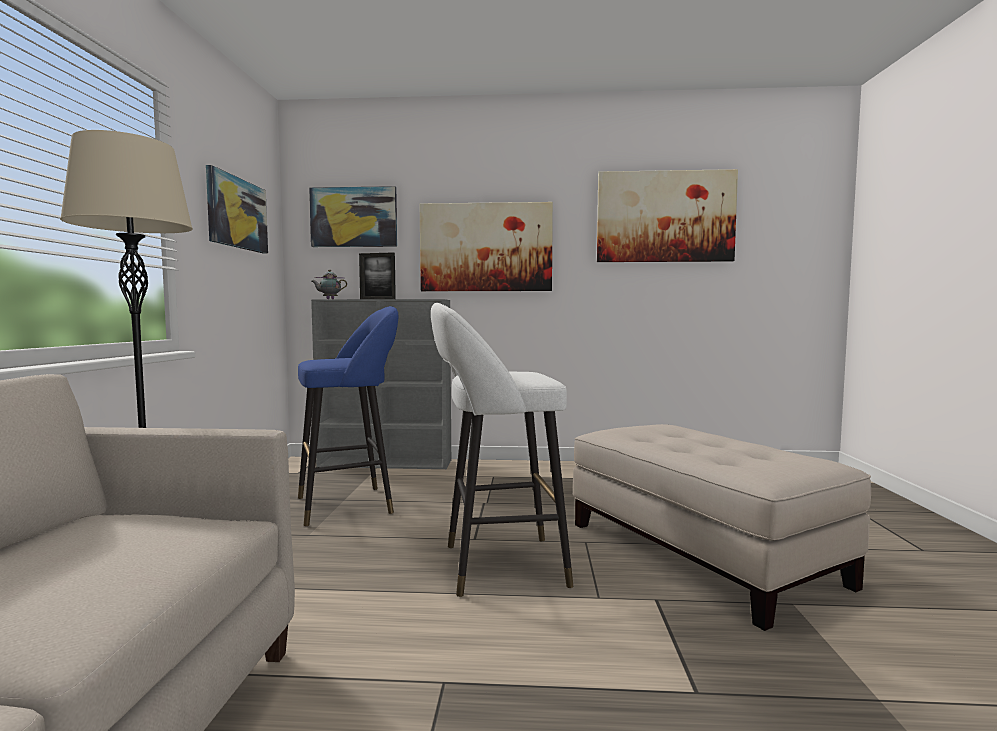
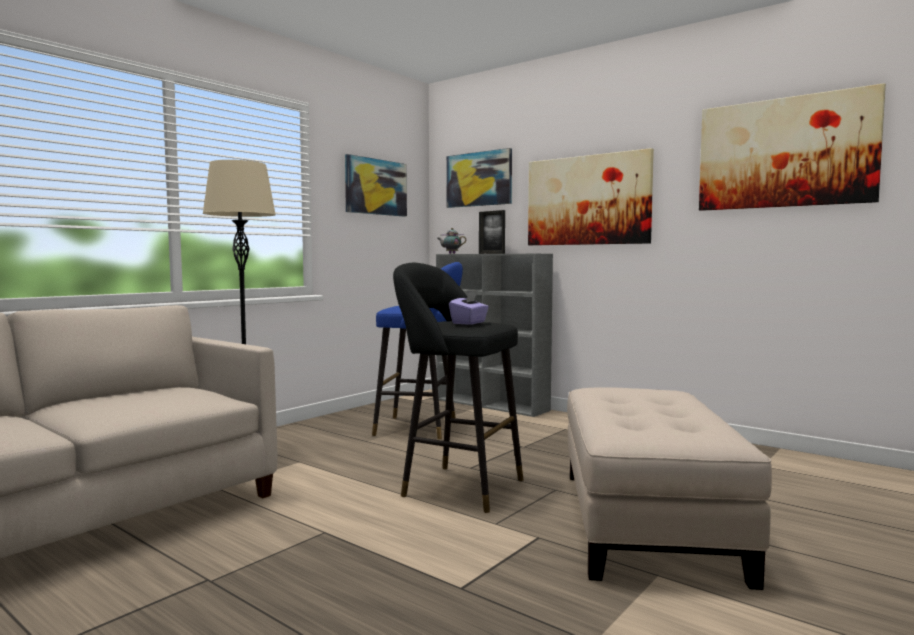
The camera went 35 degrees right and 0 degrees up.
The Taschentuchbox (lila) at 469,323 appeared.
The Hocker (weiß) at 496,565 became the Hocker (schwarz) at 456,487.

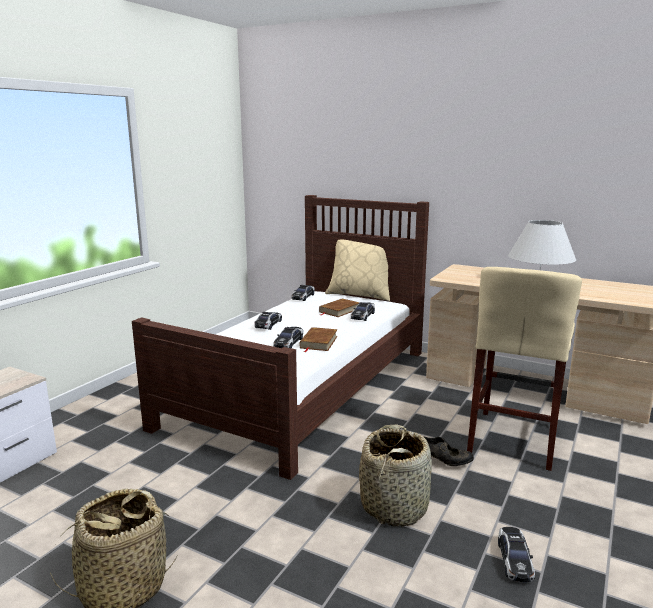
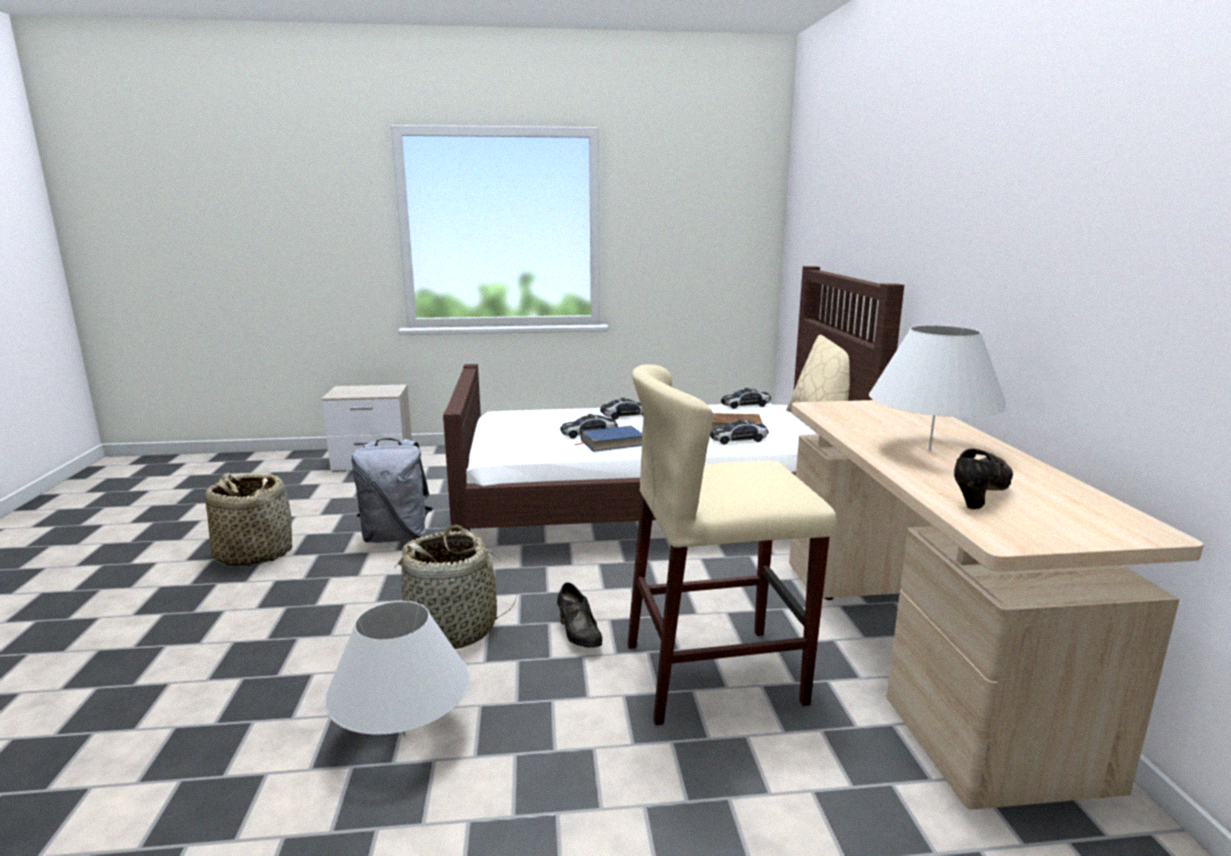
The camera went 55 degrees right and 0 degrees up.
The Rucksack (grau) at 397,537 appeared.
The Schuh (schwarz) at 979,495 appeared.
The Spielzeugauto at 514,560 was replaced by the Tischlampe (weiß) at 404,736.
The Buch (braun) at 318,342 became the Buch (blau) at 612,443.

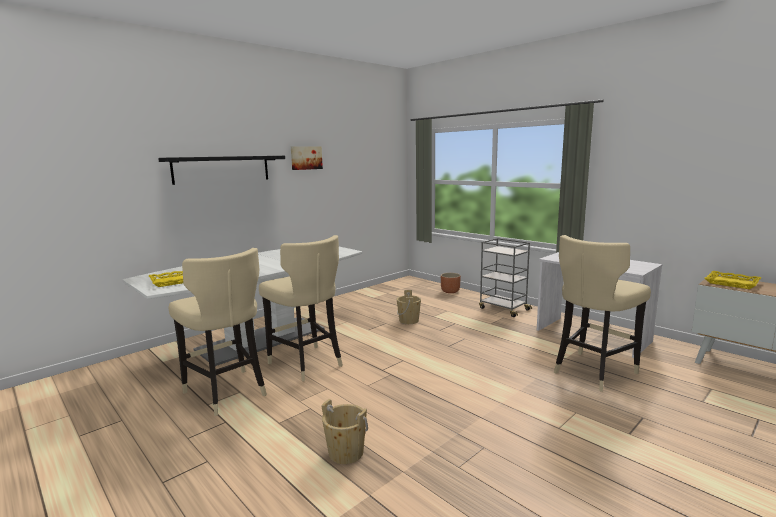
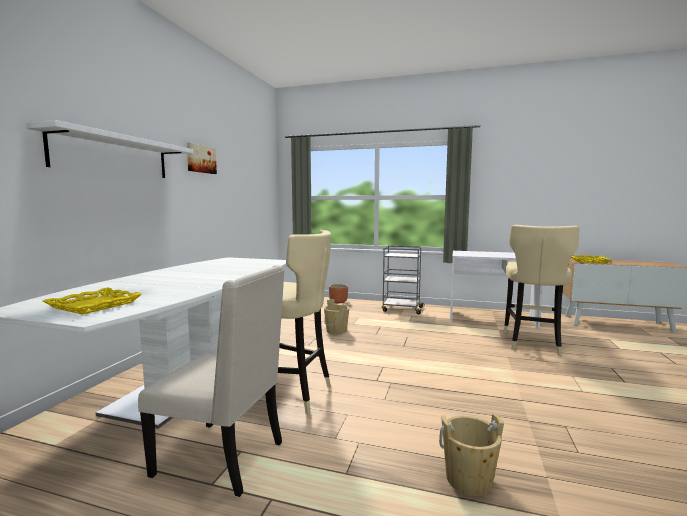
The camera went 30 degrees left and 5 degrees down.
The Hocker (beige) at 227,393 was replaced by the Stuhl (beige) at 223,458.
The Wandregal (schwarz) at 222,169 became the Wandregal (weiß) at 113,156.

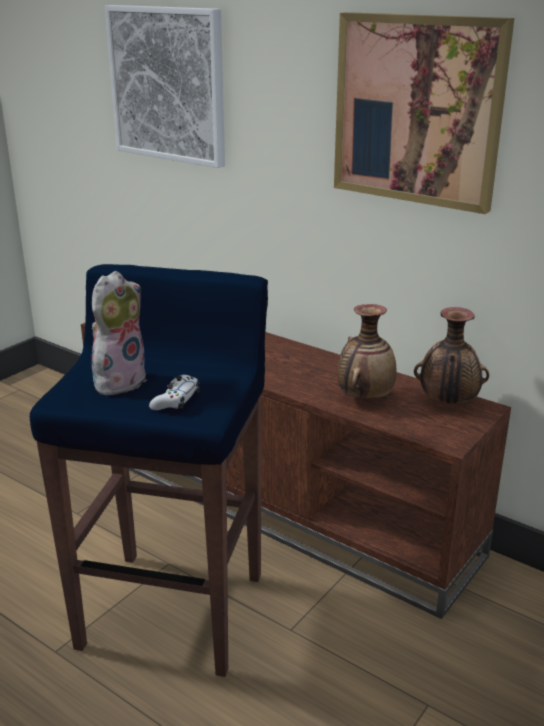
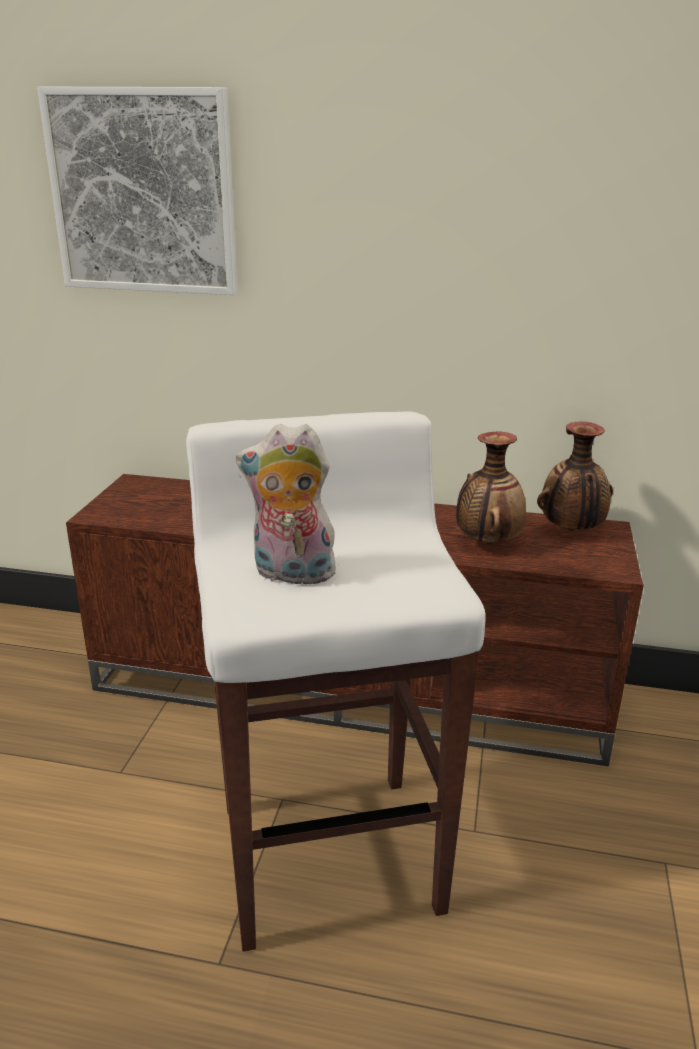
The camera went 25 degrees left and 0 degrees up.
The Gamepad (weiß) at 176,400 disappeared.
The Bild at 417,110 disappeared.
The Hocker (blau) at 174,608 became the Hocker (weiß) at 329,852.
The Plüschtier at 119,381 turned 90 degrees counterclockwise.

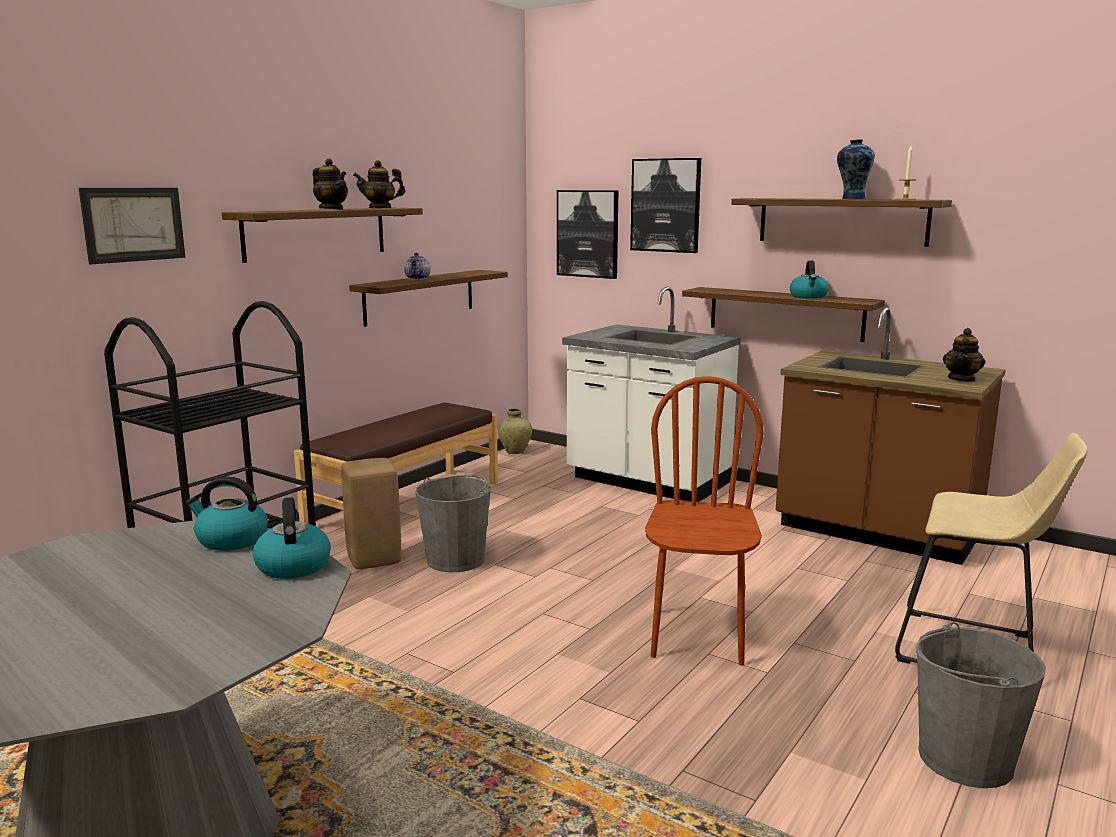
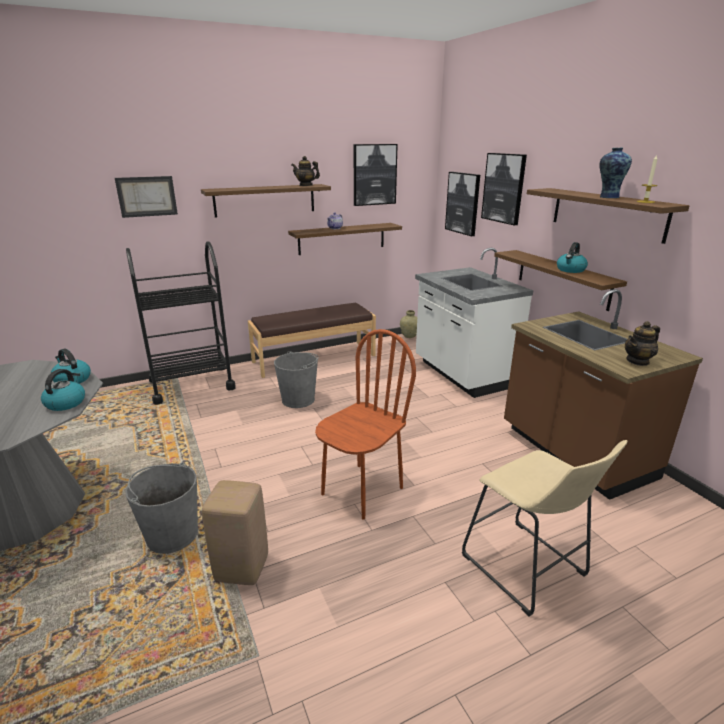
The camera went 30 degrees right and 10 degrees up.
The Teekanne at 331,209 disappeared.
The Bild at 374,174 appeared.
The Hocker (beige) moved from 375,559 to 243,567.
The Eimer (grau) moved from 964,759 to 172,535.

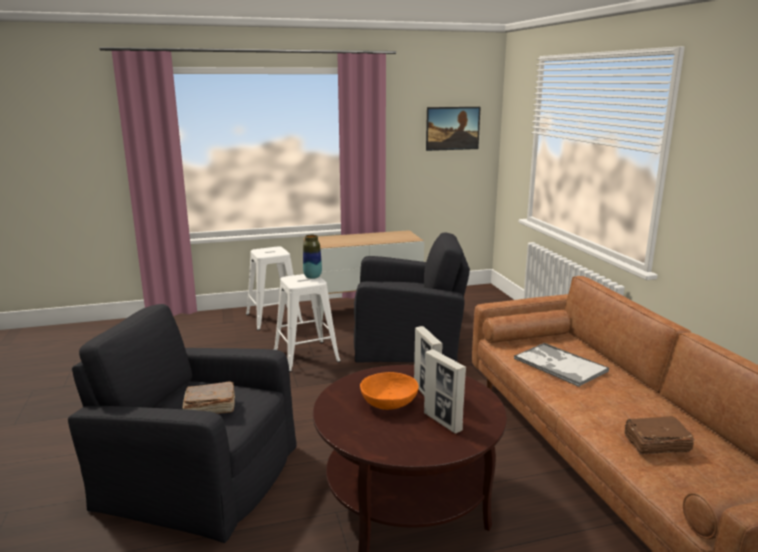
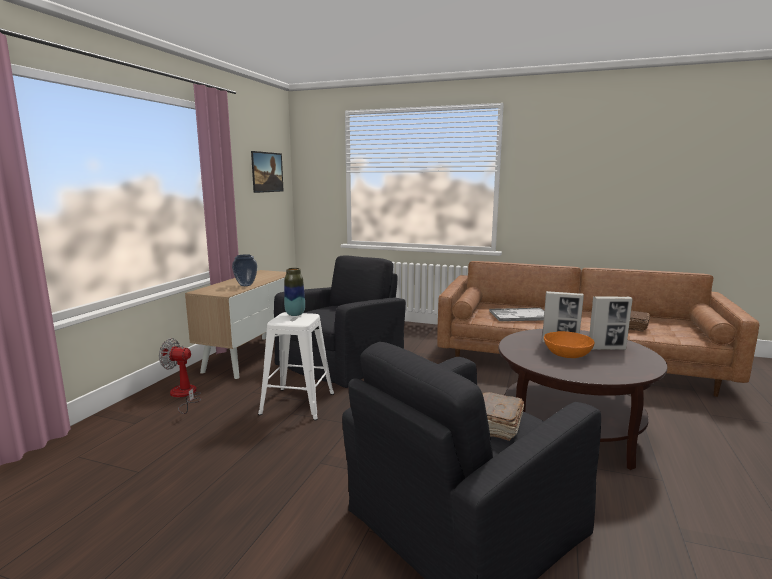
The camera went 55 degrees left and 5 degrees down.
The Vase at 246,285 appeared.
The Hocker (weiß) at 273,318 was replaced by the Ventilator at 184,395.

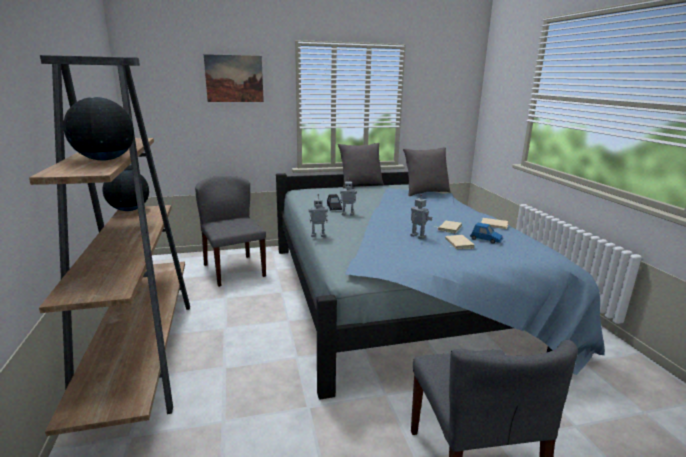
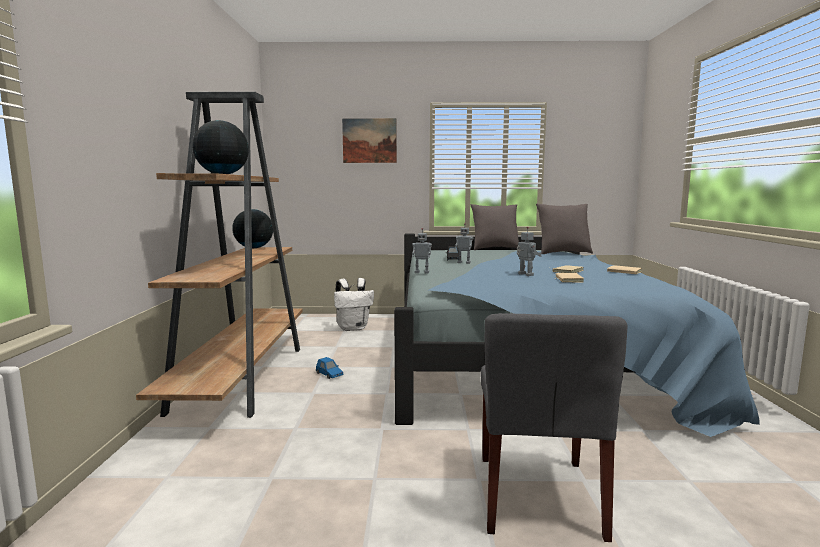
The camera went 15 degrees right and 10 degrees down.
The Spielzeugauto (blau) moved from 486,239 to 329,374.
The Stuhl (grau) at 233,270 was replaced by the Rucksack (weiß) at 353,328.

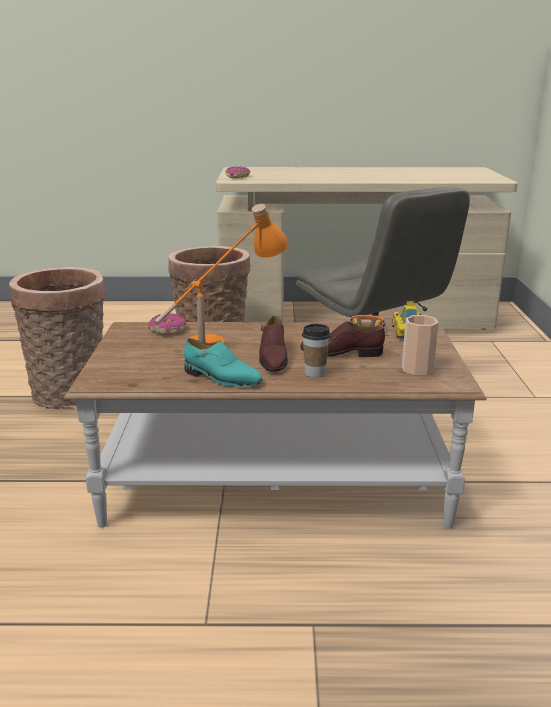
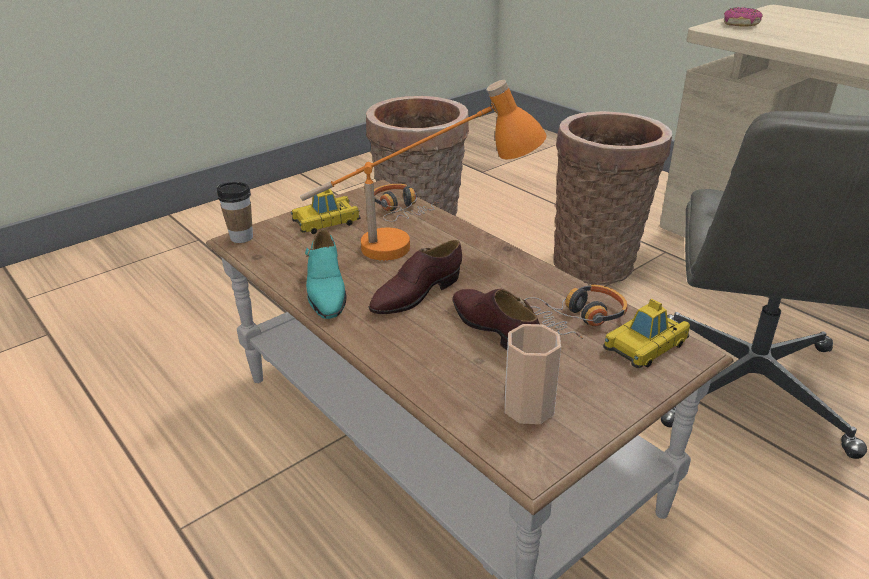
The camera went 50 degrees right and 10 degrees up.
The Spielzeugauto at 326,222 appeared.
The Tasse moved from 315,373 to 241,237.
The Donut at 168,330 was replaced by the Kopfhörer at 401,210.

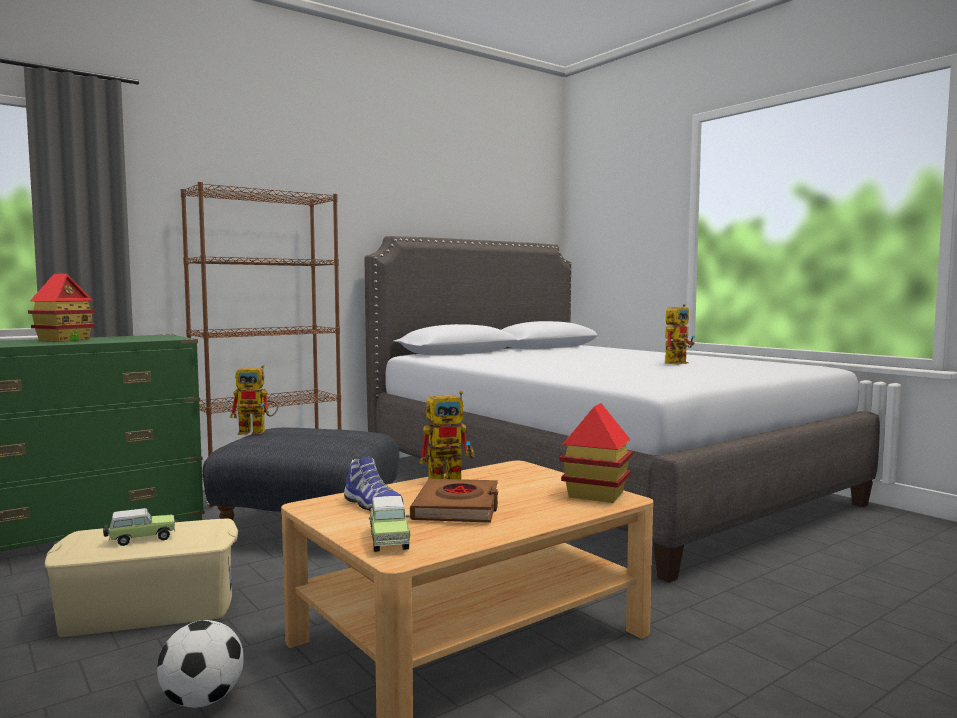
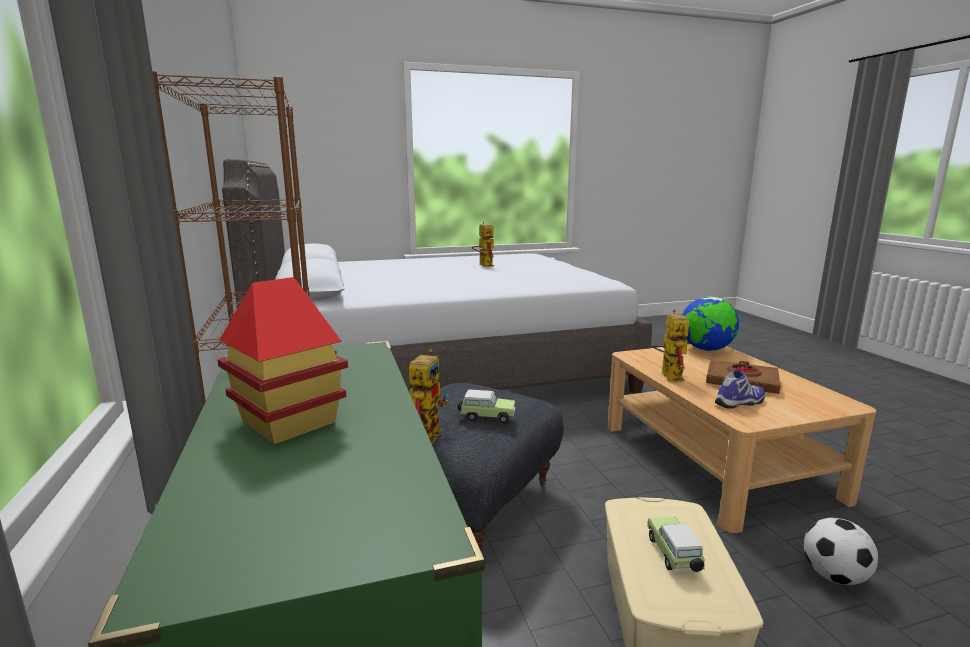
The camera went 70 degrees left and 10 degrees up.
The Spielzeugauto moved from 389,540 to 486,417.
The Spielzeughaus at 595,494 was replaced by the Globus at 706,349.

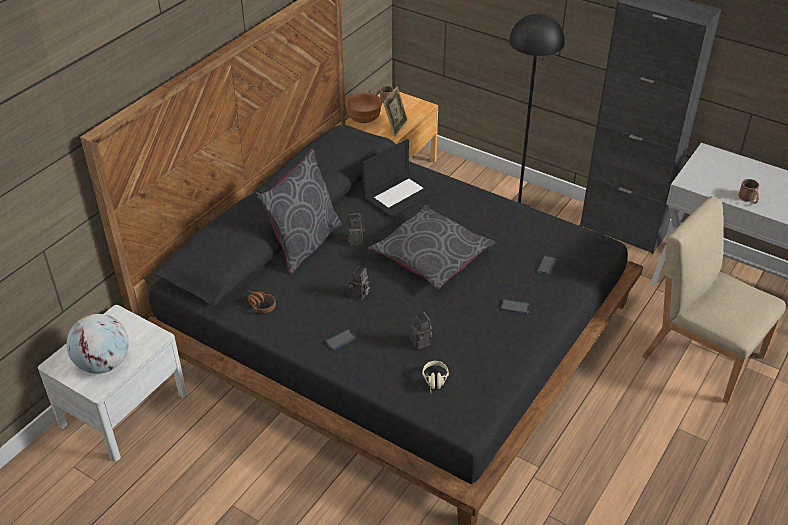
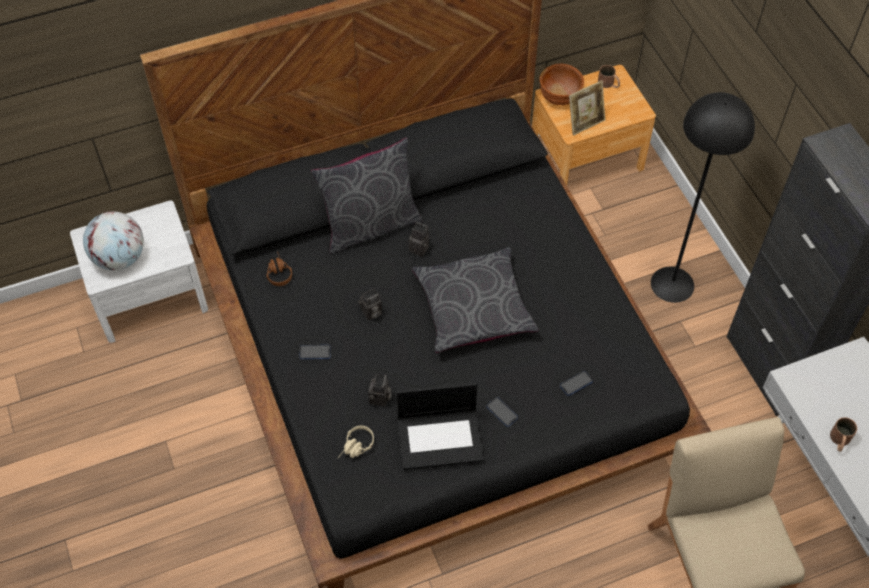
The camera went 35 degrees right and 15 degrees up.
The Laptop moved from 399,195 to 441,438.

